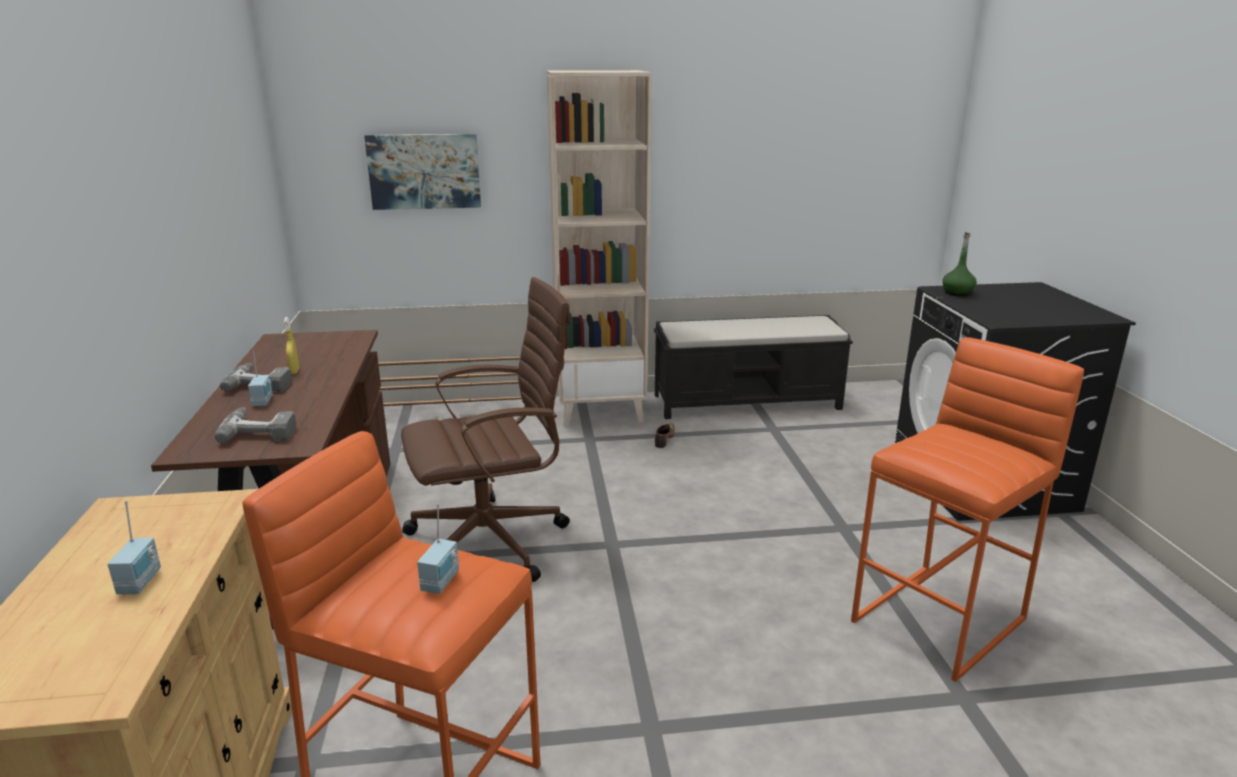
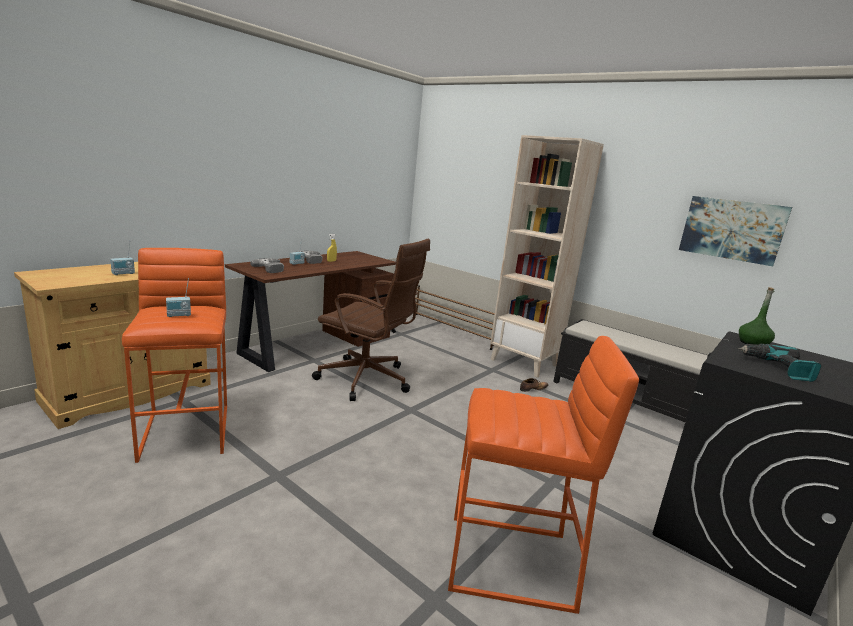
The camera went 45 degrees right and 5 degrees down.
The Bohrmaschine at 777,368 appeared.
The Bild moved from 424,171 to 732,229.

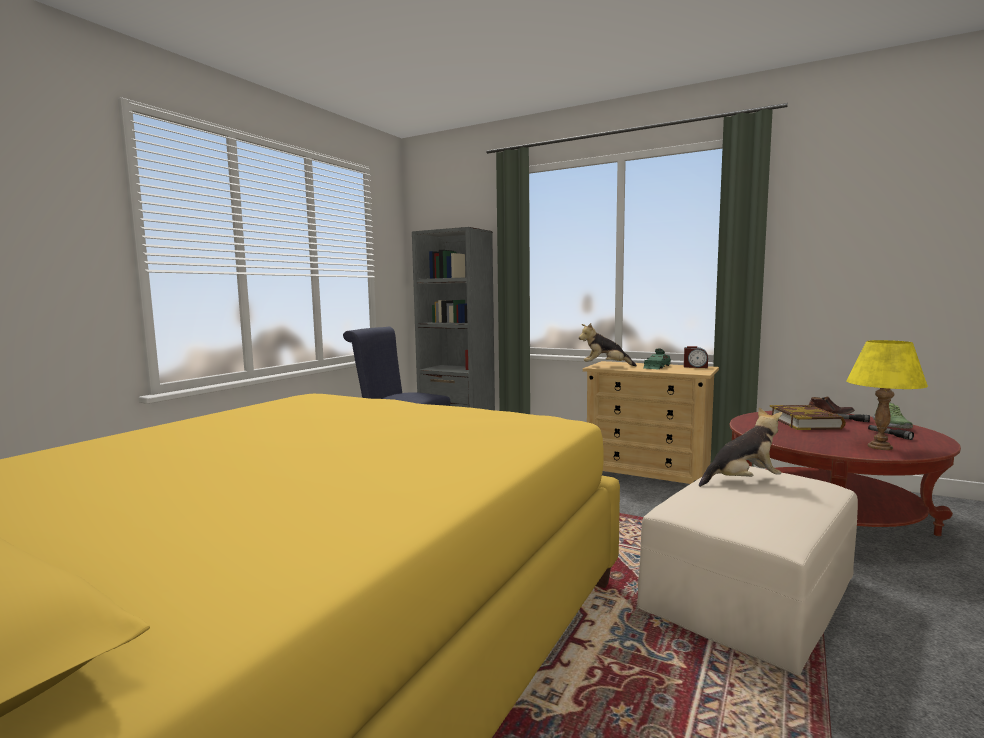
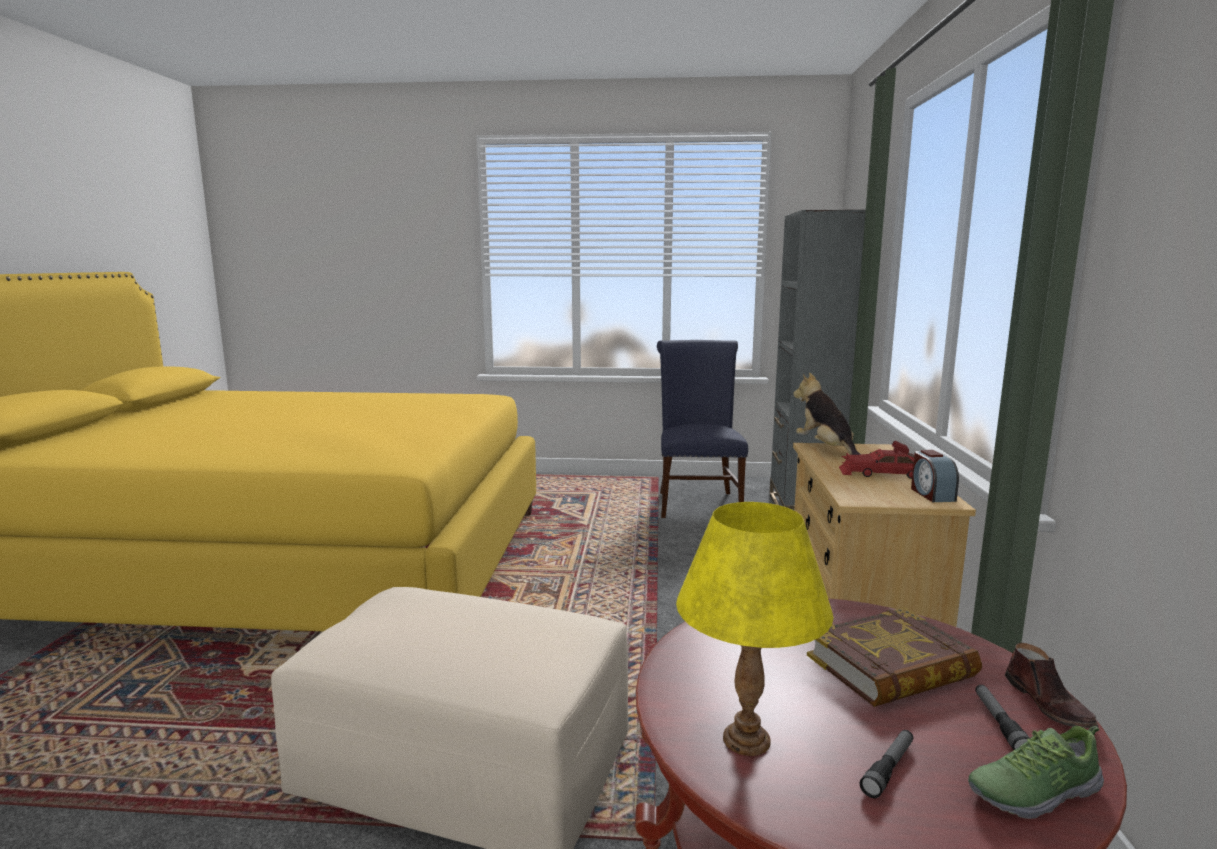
The camera went 65 degrees right and 5 degrees up.
The Plüschtier at 742,481 disappeared.
The Spielzeugauto (grün) at 657,367 became the Spielzeugauto (rot) at 881,473.

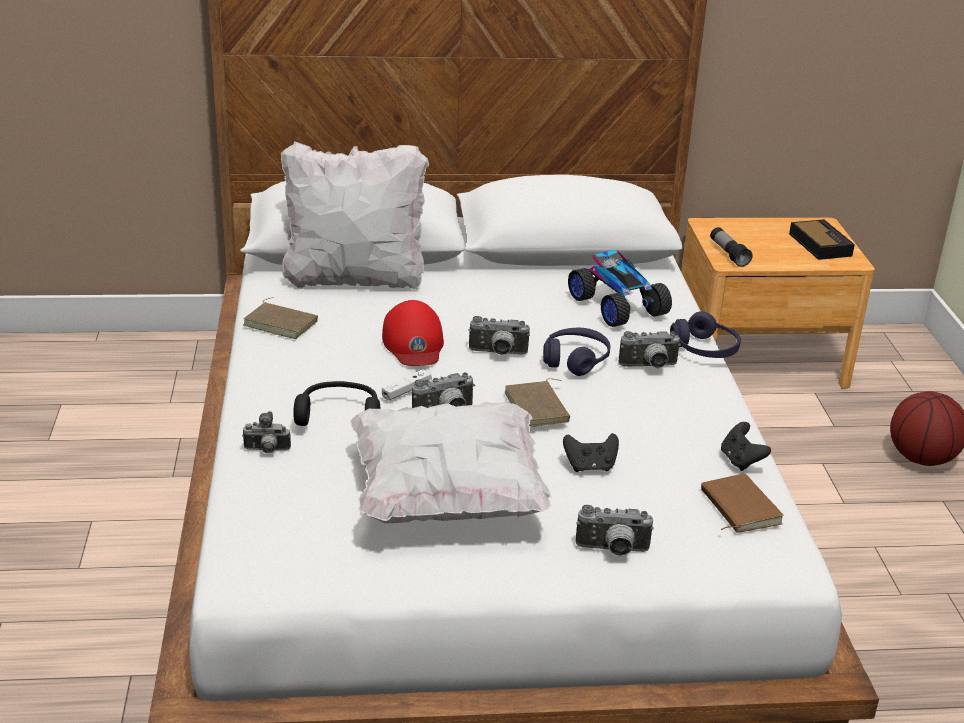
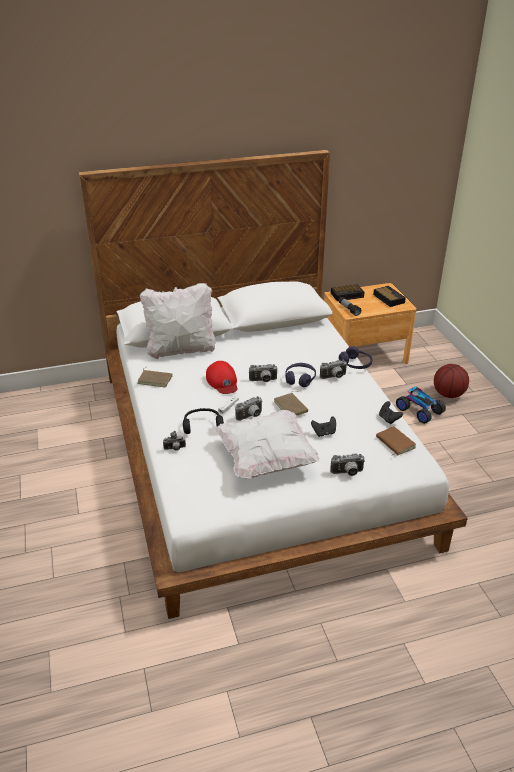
The camera went 10 degrees left and 5 degrees up.
The Wecker at 347,295 appeared.
The Spielzeugauto moved from 616,306 to 419,411.

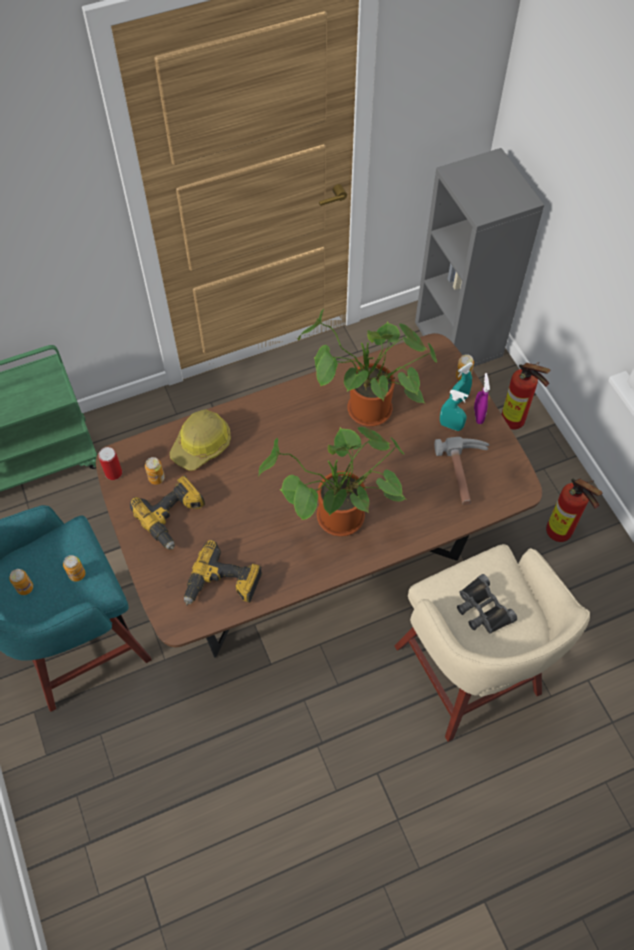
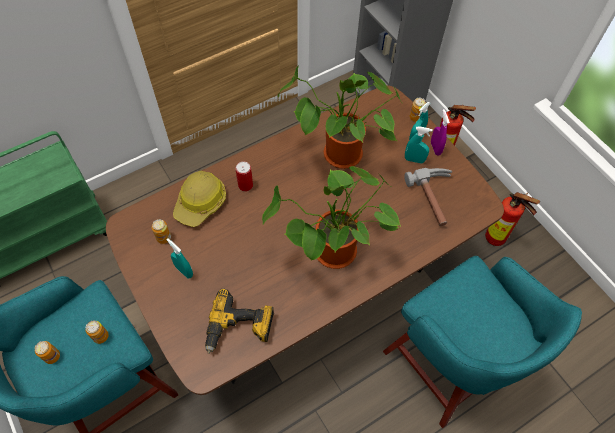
The camera went 10 degrees left and 0 degrees up.
The Fernglas (schwarz) at 482,609 disappeared.
The Dose moved from 113,473 to 245,185.
The Bohrmaschine at 173,517 was replaced by the Sprühflasche (türkis) at 184,271.
The Hocker (beige) at 469,674 became the Hocker (türkis) at 448,366.

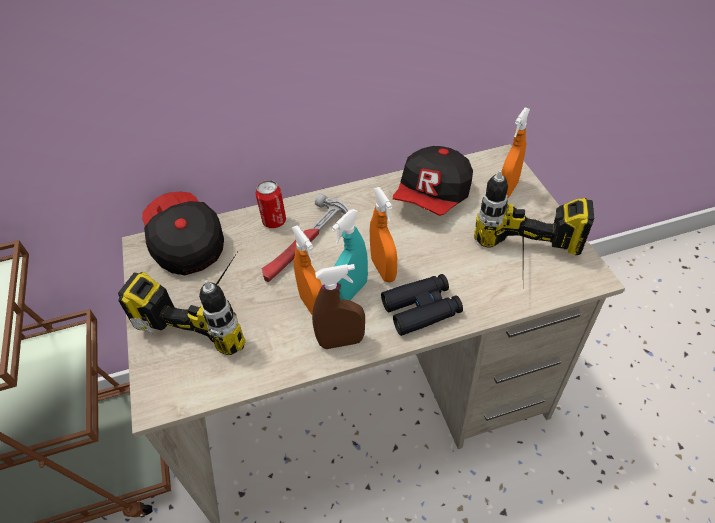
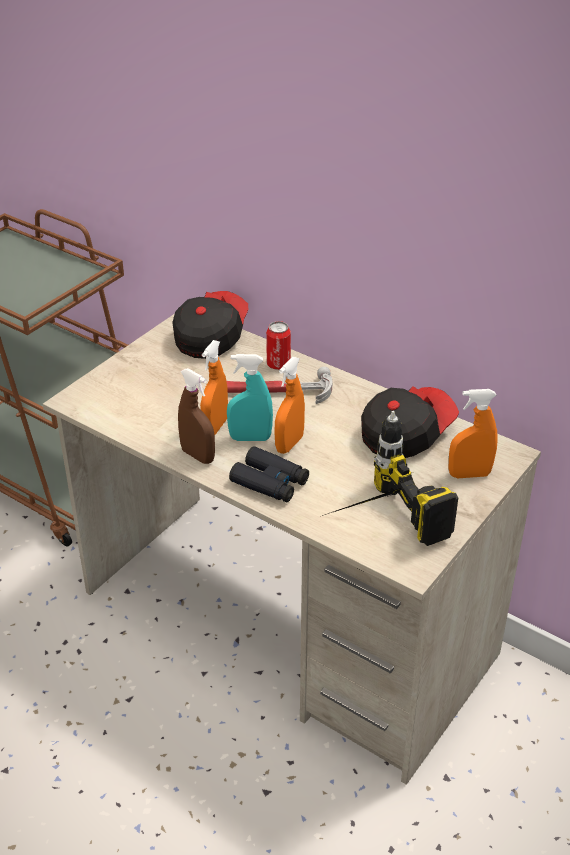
The camera went 50 degrees right and 10 degrees down.
The Bohrmaschine at 213,305 disappeared.
The Kappe at 433,197 turned 150 degrees clockwise.

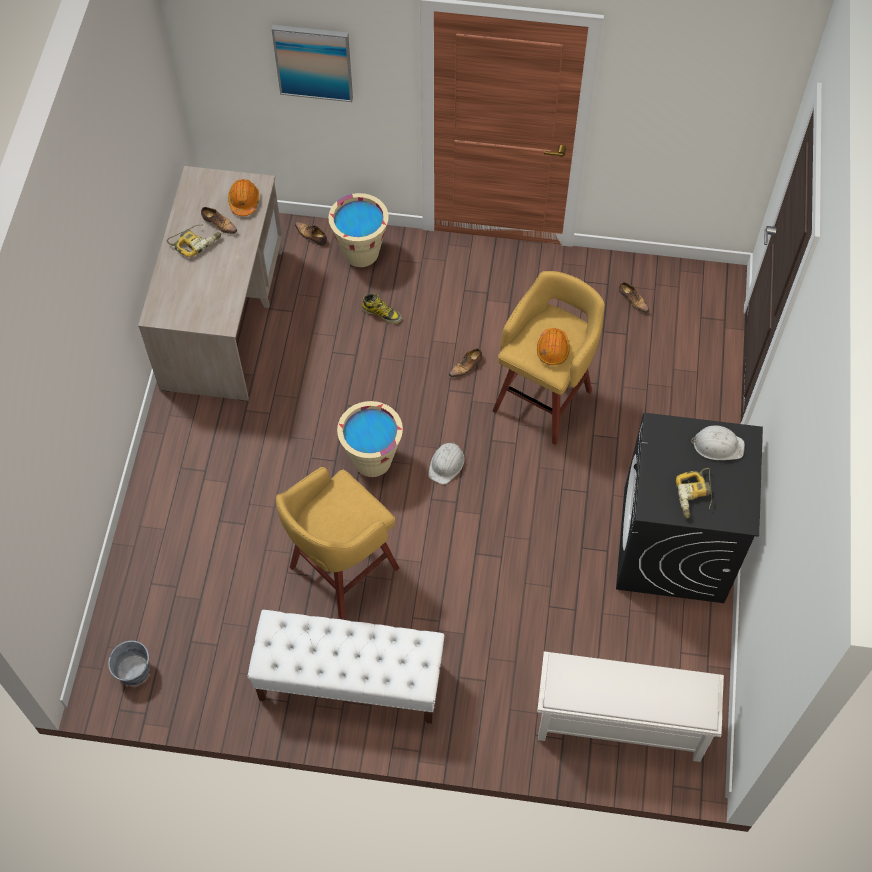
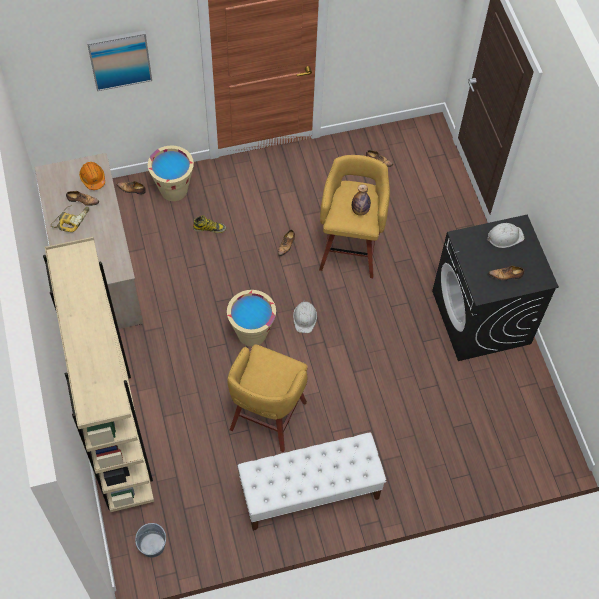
The camera went 25 degrees left and 0 degrees up.
The Schuhregal (weiß) at 618,725 disappeared.
The Bücherregal (beige) at 117,432 appeared.
The Schutzhelm (orange) at 552,349 was replaced by the Flasche at 360,211.
The Bohrmaschine at 694,496 was replaced by the Schuh at 506,275.

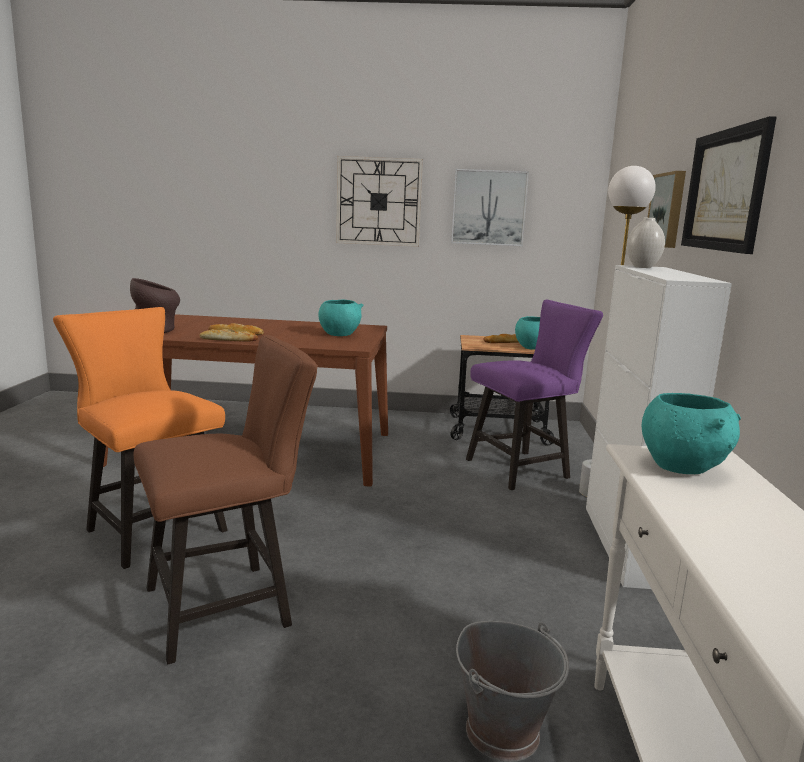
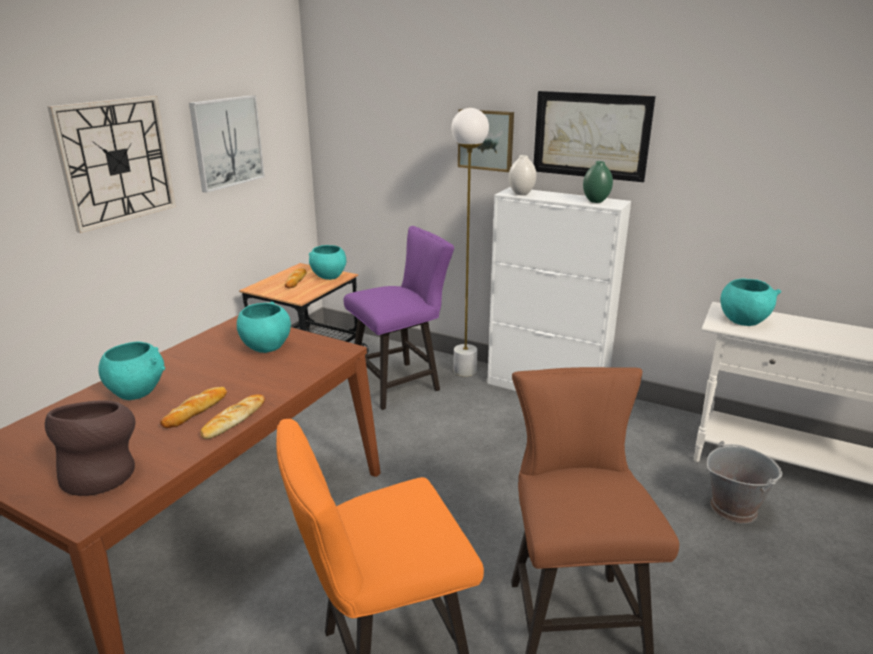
The camera went 65 degrees left and 10 degrees up.
The Schüssel (türkis) at 137,392 appeared.
The Vase (grün) at 595,201 appeared.
The Stuhl (lila) at 524,468 turned 60 degrees clockwise.

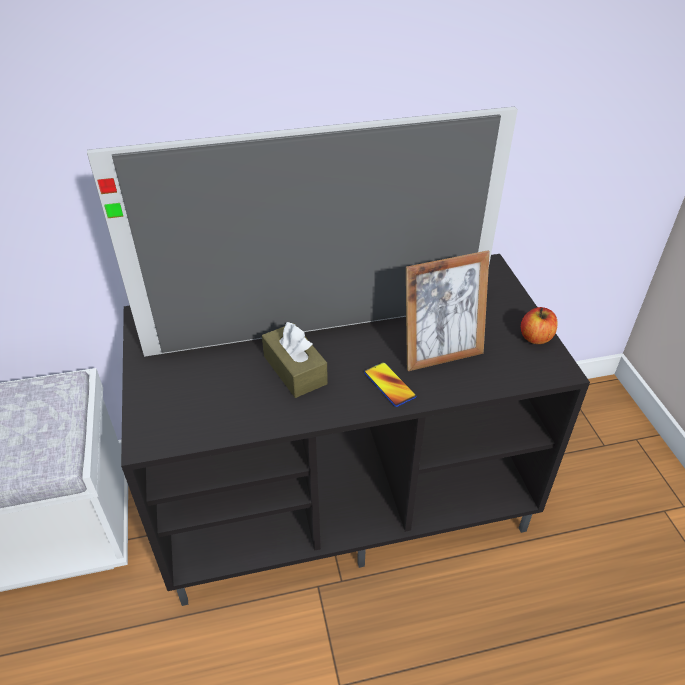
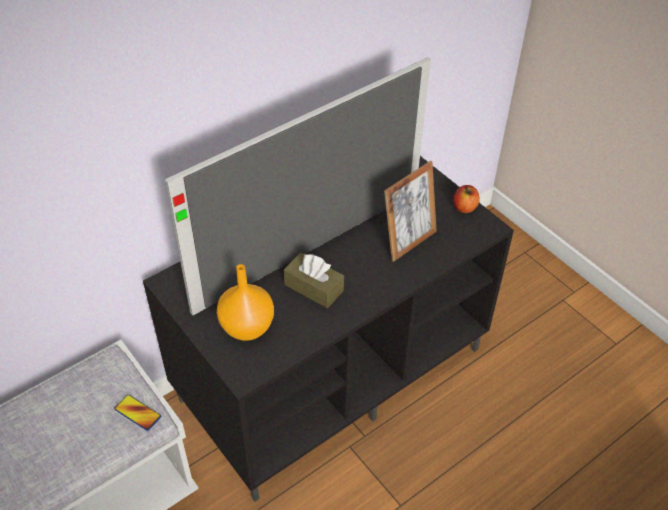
The camera went 25 degrees left and 5 degrees up.
The Vase (orange) at 246,328 appeared.
The Handy moved from 389,385 to 137,413.

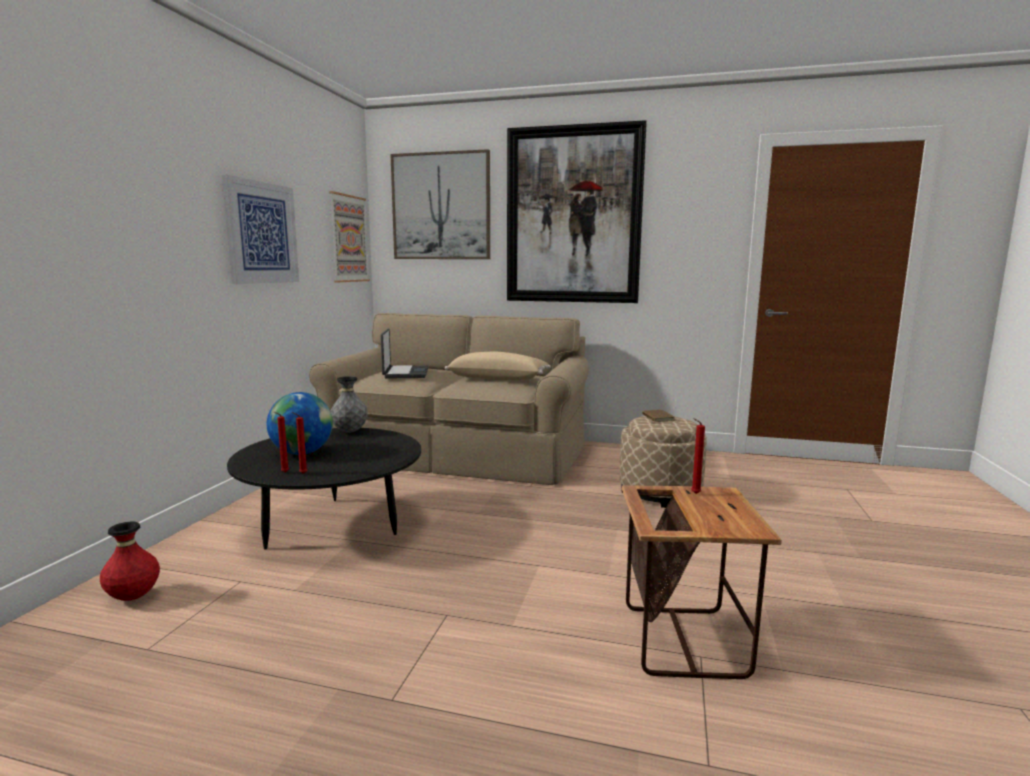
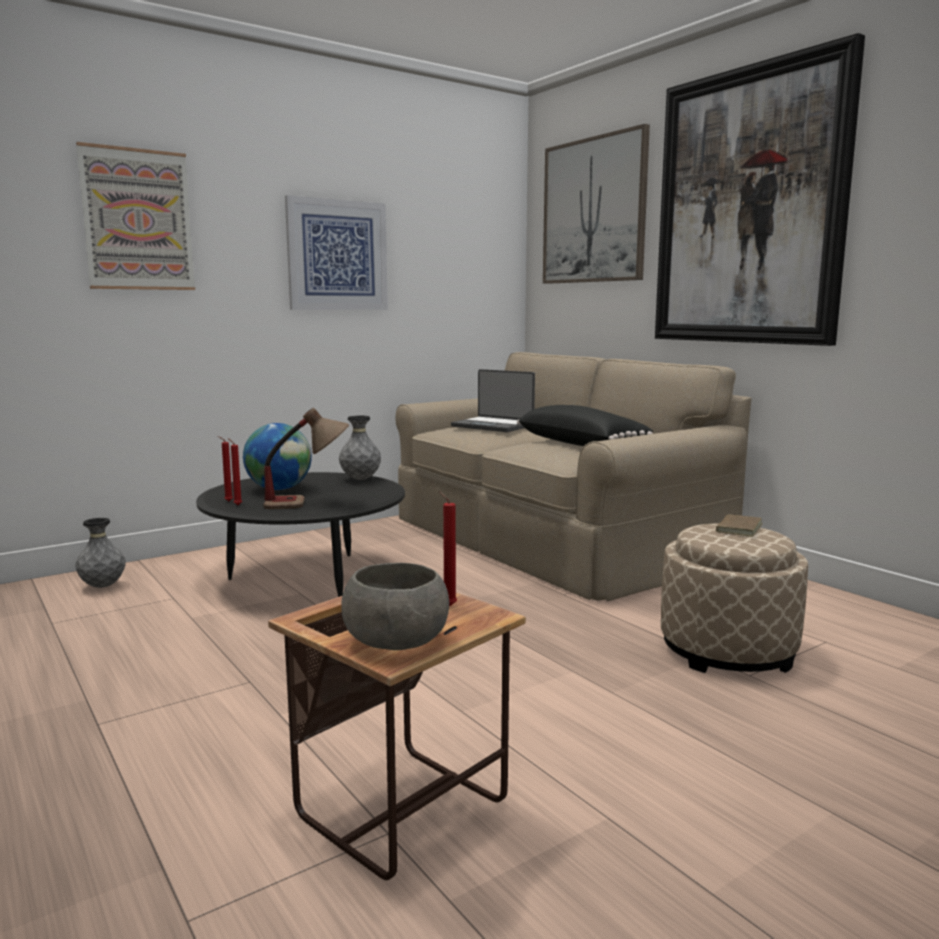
The camera went 40 degrees right and 0 degrees up.
The Tischlampe at 308,503 appeared.
The Schüssel (grau) at 397,640 appeared.
The Bild moved from 349,239 to 137,220.
The Vase (rot) at 133,597 became the Vase (grau) at 103,586.
The Kissen (beige) at 498,379 became the Kissen (schwarz) at 582,444.
The Laptop at 405,373 turned 90 degrees clockwise.

